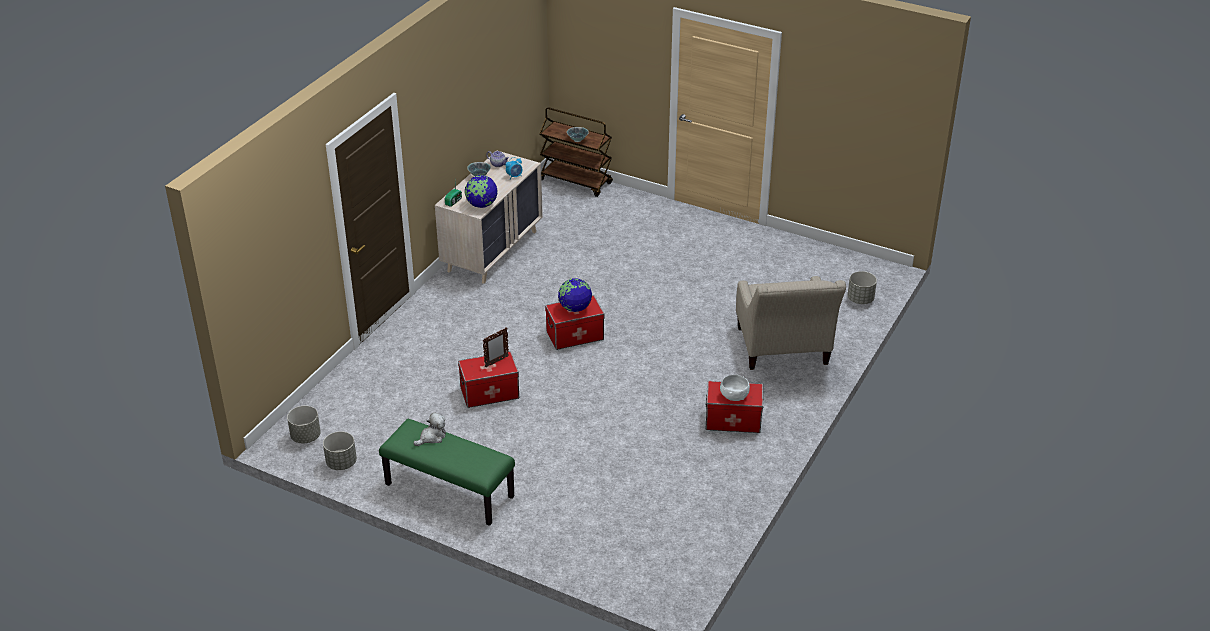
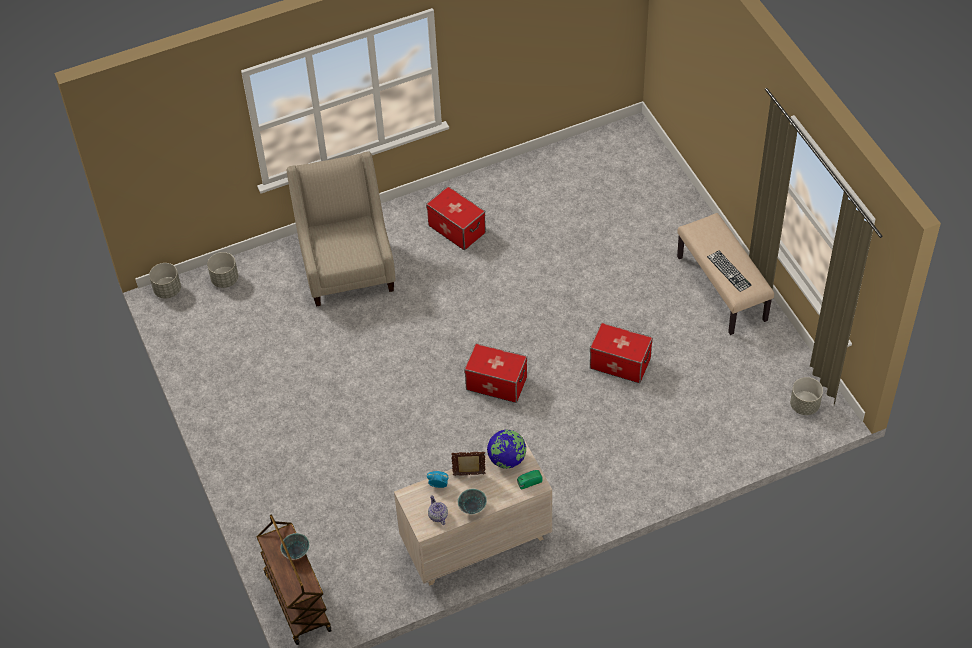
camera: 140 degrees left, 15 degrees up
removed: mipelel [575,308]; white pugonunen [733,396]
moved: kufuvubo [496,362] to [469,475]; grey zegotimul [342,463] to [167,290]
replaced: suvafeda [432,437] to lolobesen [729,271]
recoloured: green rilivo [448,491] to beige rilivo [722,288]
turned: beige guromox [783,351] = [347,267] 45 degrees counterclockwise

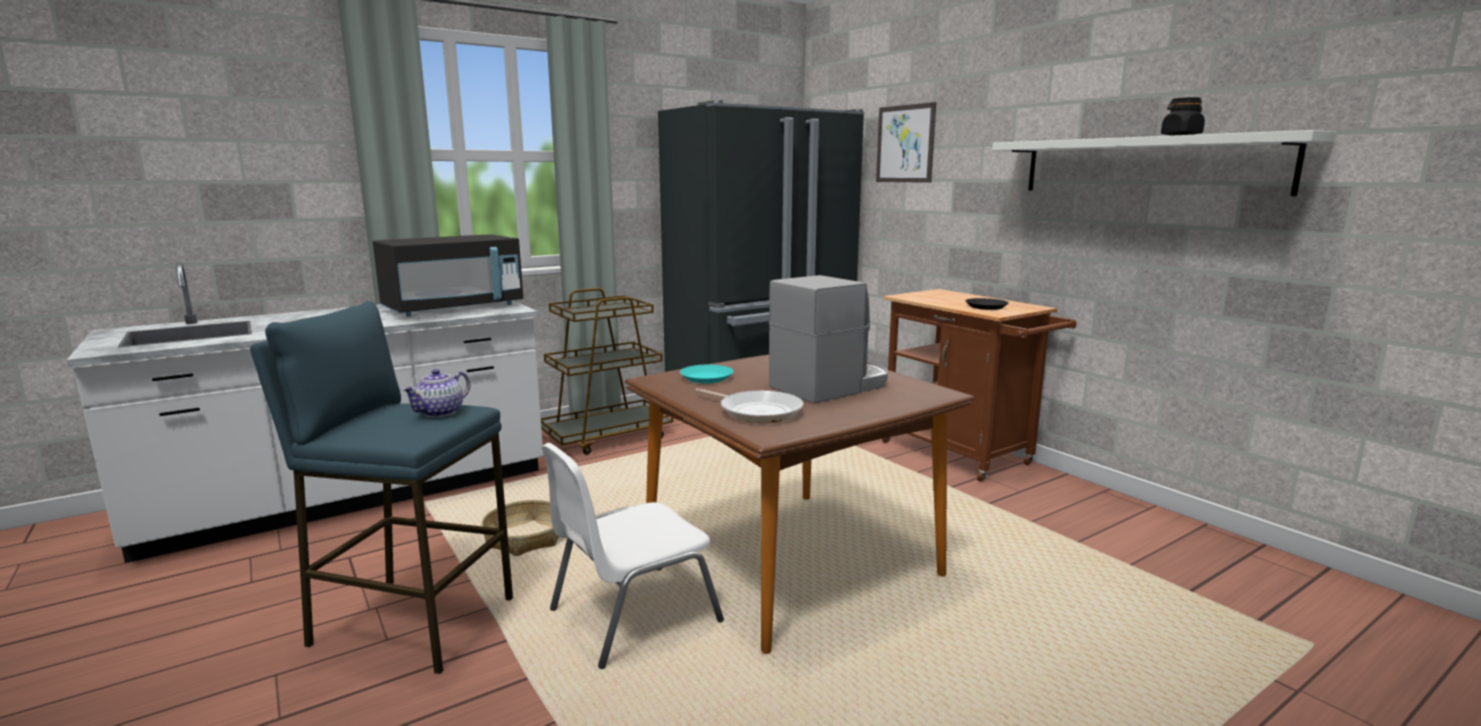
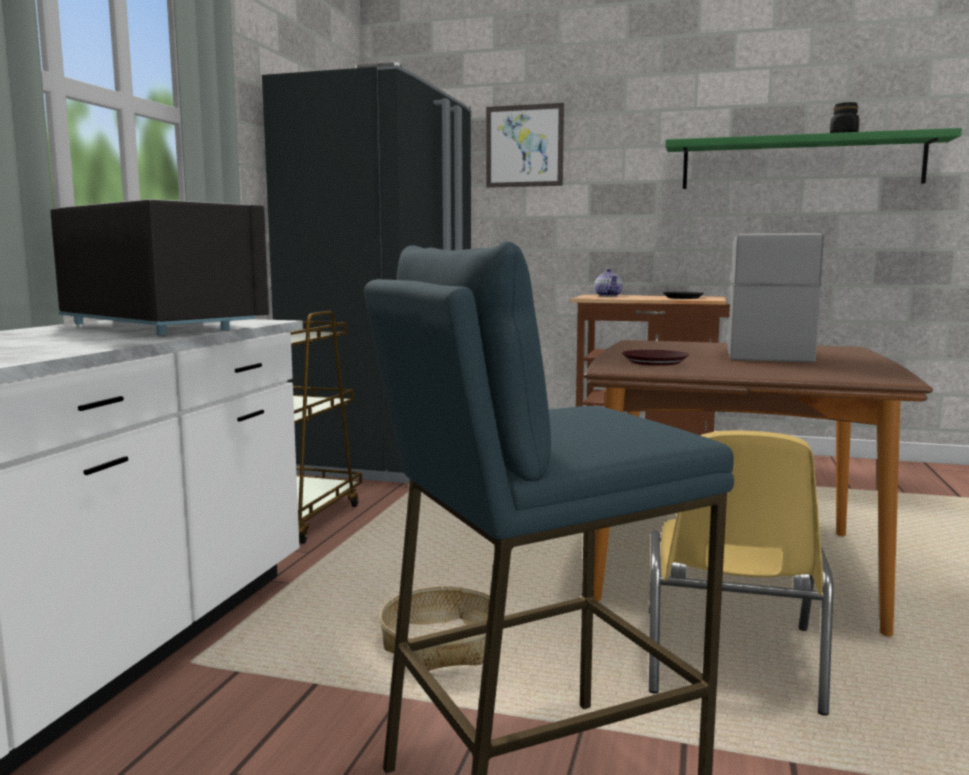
camera: 40 degrees left, 5 degrees down
removed: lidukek [757,411]
moved: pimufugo [441,412] to [608,296]
recoloured: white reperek [1147,166] to green reperek [800,163]; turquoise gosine [706,378] to brown gosine [654,362]; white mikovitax [631,615] to yellow mikovitax [730,660]
turned: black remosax [454,308] = [162,326] 60 degrees counterclockwise

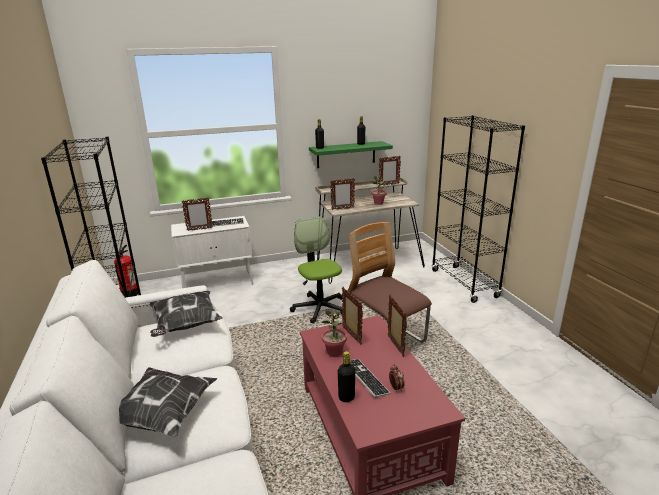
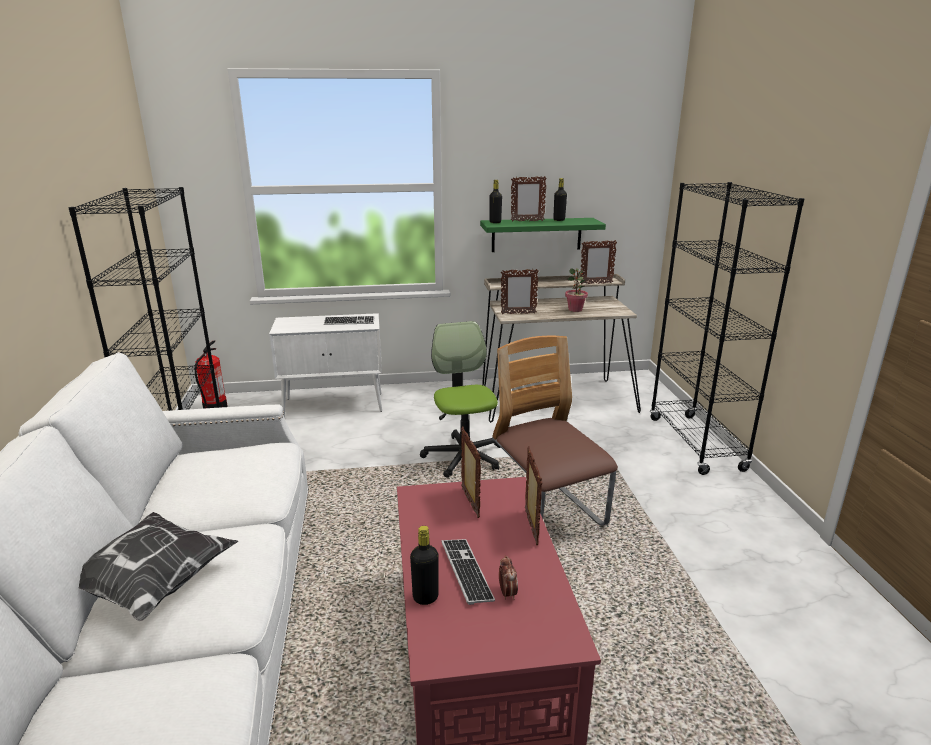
camera: 10 degrees right, 0 degrees up
removed: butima [185,325]; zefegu [334,352]
moved: kufuvubo [199,229] to [527,221]

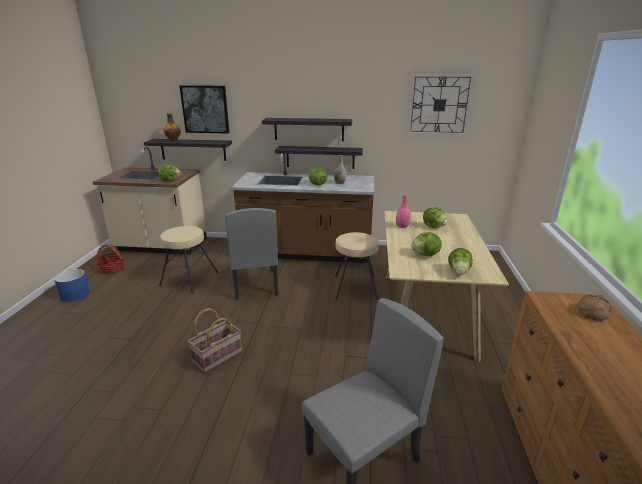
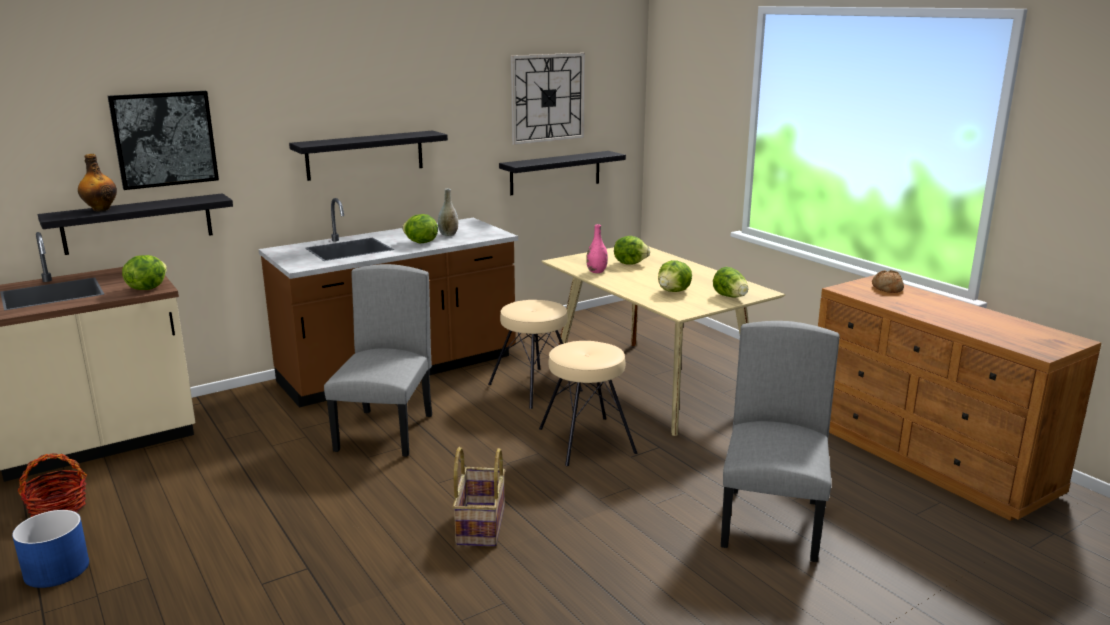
camera: 40 degrees left, 5 degrees down
moved: black reperek [320,157] to [555,172]; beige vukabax [189,279] to [585,441]
turned: grey mikovitax [254,284] = [386,432] 120 degrees counterclockwise

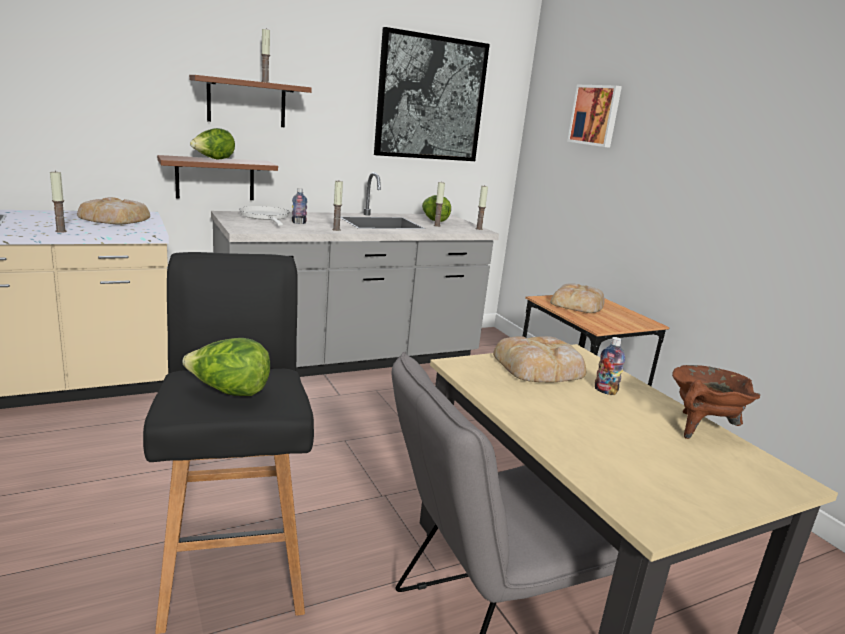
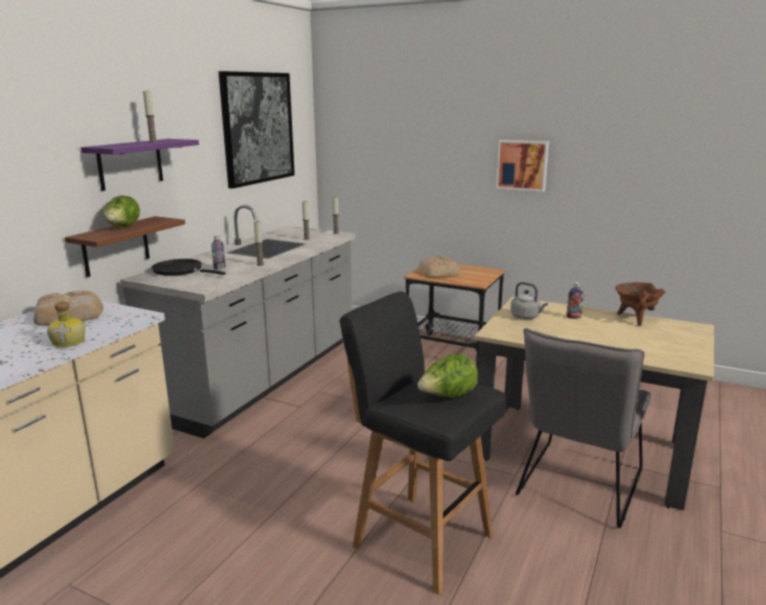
camera: 35 degrees left, 0 degrees up
removed: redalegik [434,220]
moved: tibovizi [595,115] to [522,165]
replaced: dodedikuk [61,231] to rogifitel [69,341]; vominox [540,367] to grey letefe [526,317]
recoloured: brown reperek [246,102] to purple reperek [130,164]; white lidukek [265,217] to black lidukek [181,271]

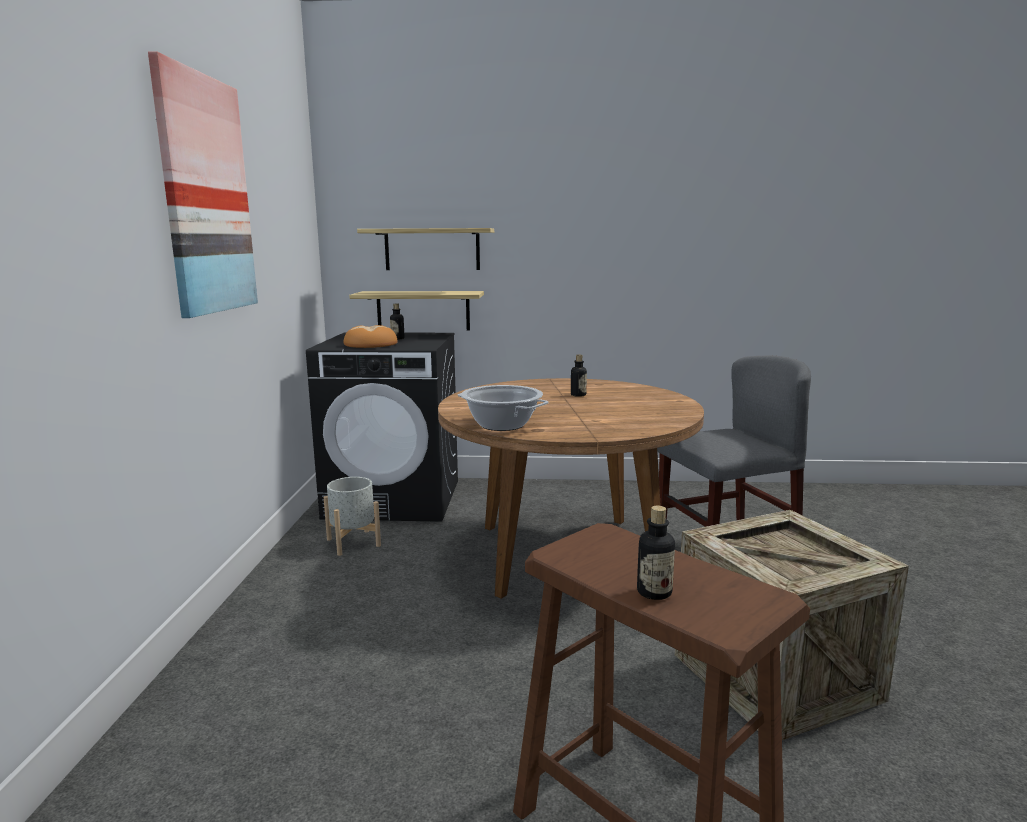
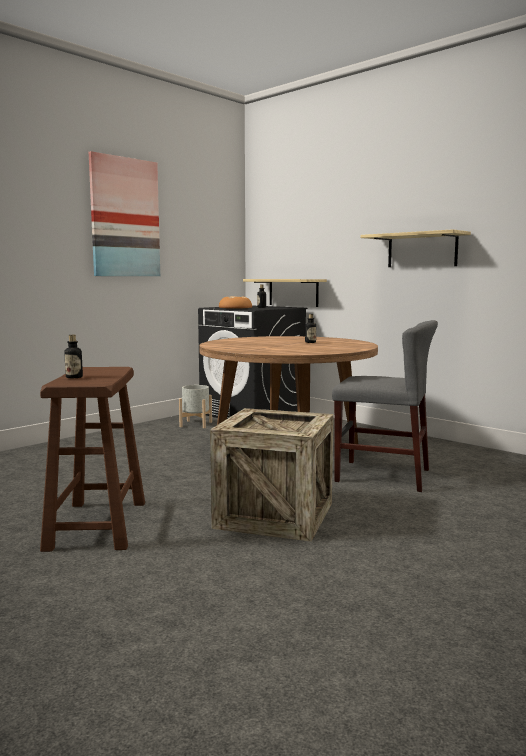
camera: 40 degrees right, 5 degrees down
removed: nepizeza [501,425]
moved: reperek [432,249] to [422,250]

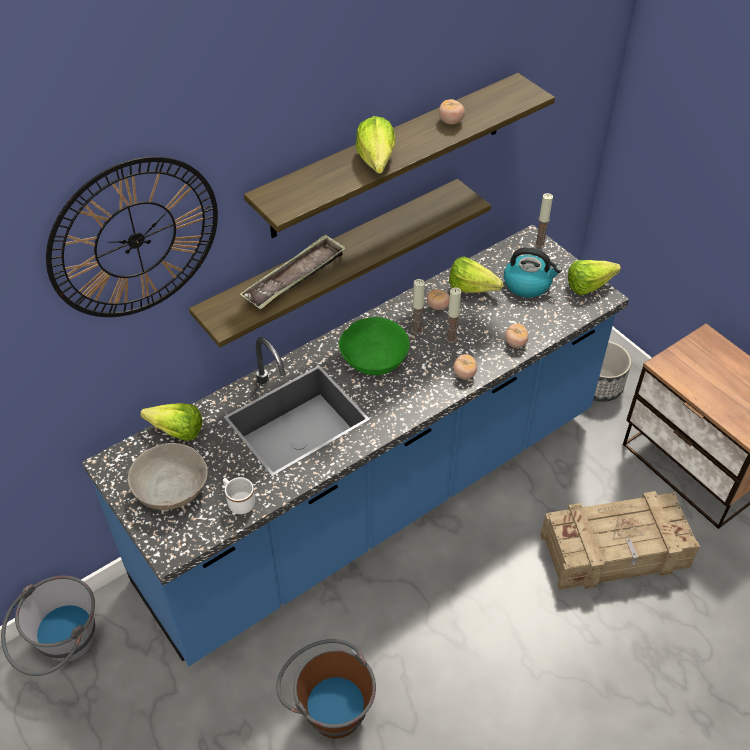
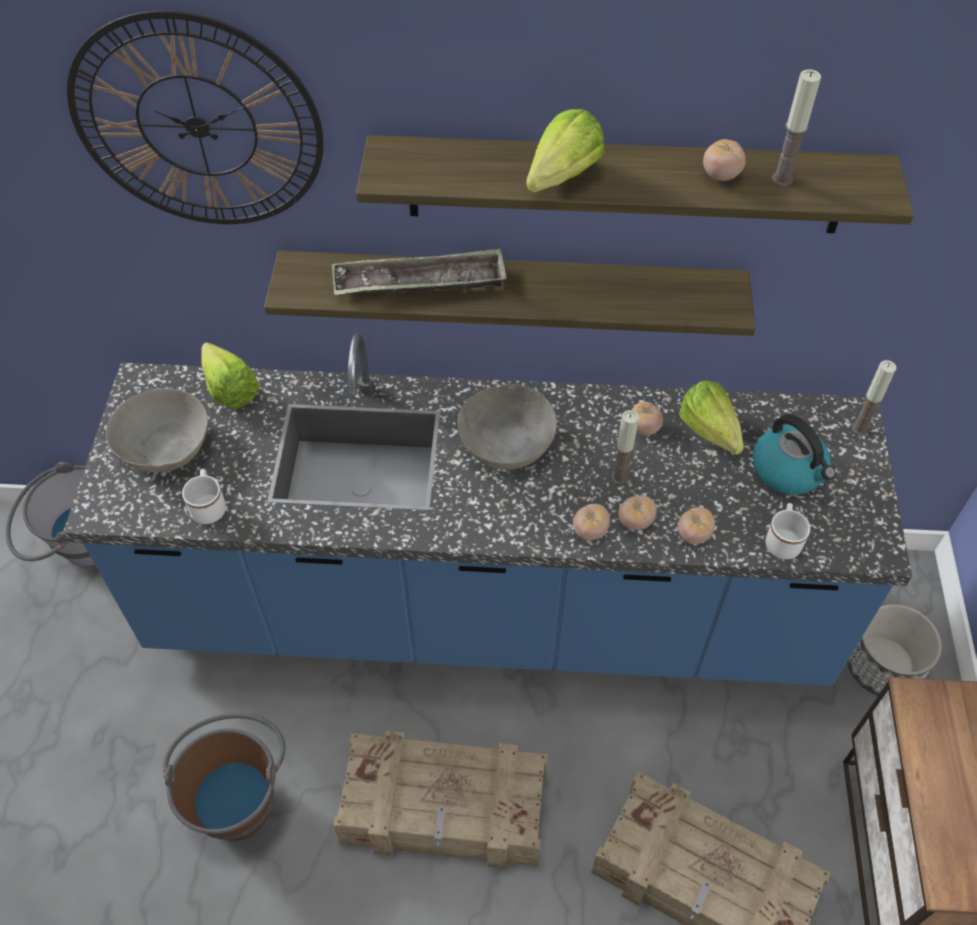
camera: 40 degrees right, 5 degrees up
removed: redalegik [593,286]
added: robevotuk [635,521]; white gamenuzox [783,540]; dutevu [445,811]
moved: dodedikuk [417,330] to [782,179]
recoloured: green pugonunen [374,359] to grey pugonunen [506,443]

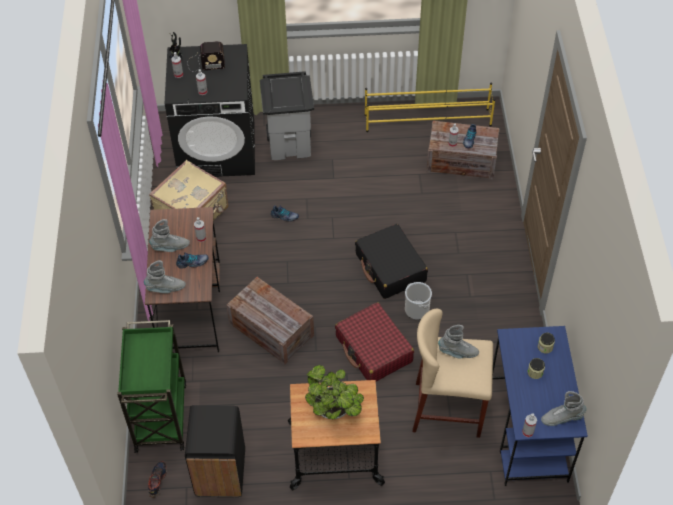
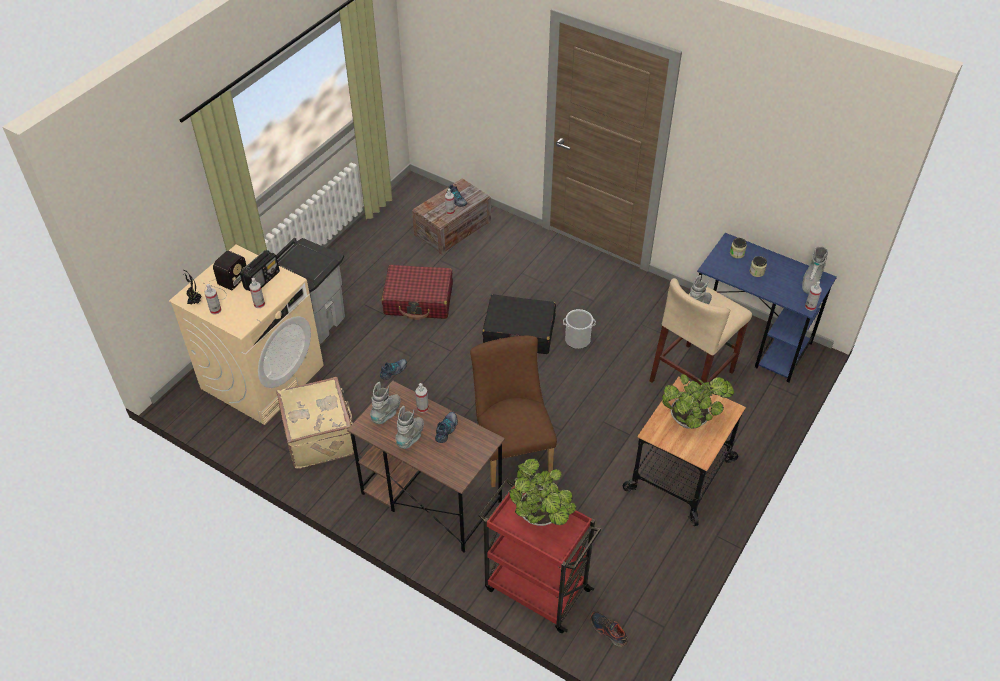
camera: 55 degrees left, 5 degrees down
removed: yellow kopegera [428,120]; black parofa [220,474]
added: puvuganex [262,280]; zefegu [541,518]
moved: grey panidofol [166,288] to [387,413]; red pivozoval [374,349] to [418,300]
replaced: dutevu [271,330] to brown mikovitax [512,449]
recoloured: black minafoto [217,149] to beige minafoto [263,376]; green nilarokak [161,415] to red nilarokak [535,588]

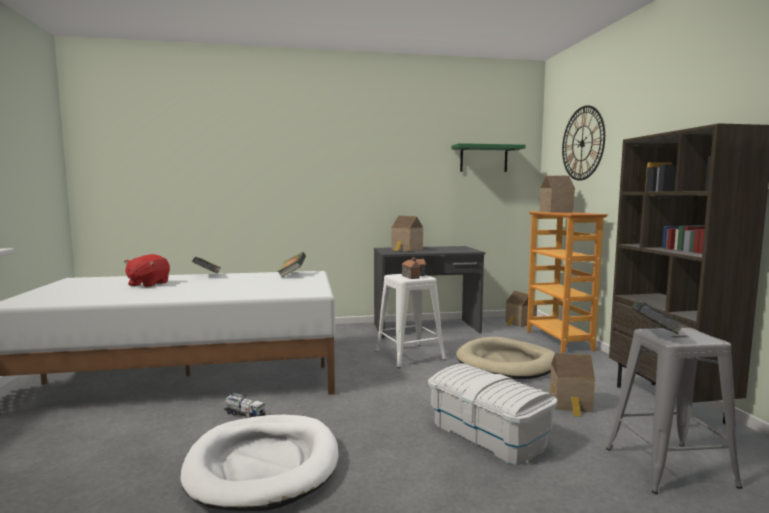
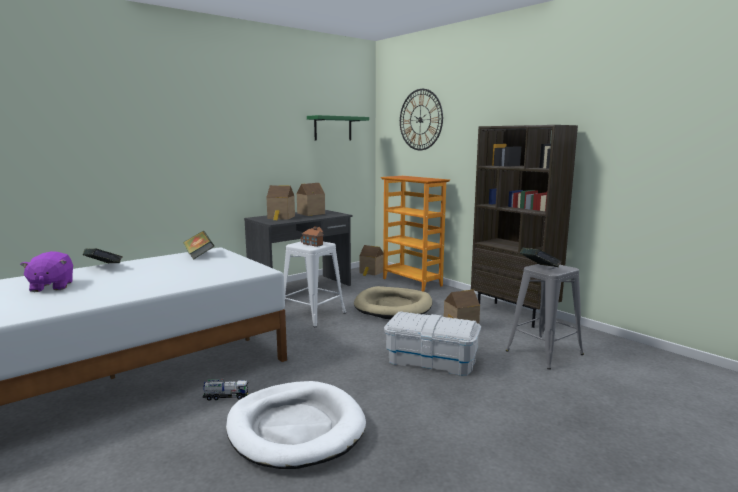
camera: 30 degrees left, 5 degrees up
moved: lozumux [554,212] to [310,213]
recoloured: red suvafeda [148,284] to purple suvafeda [51,287]

